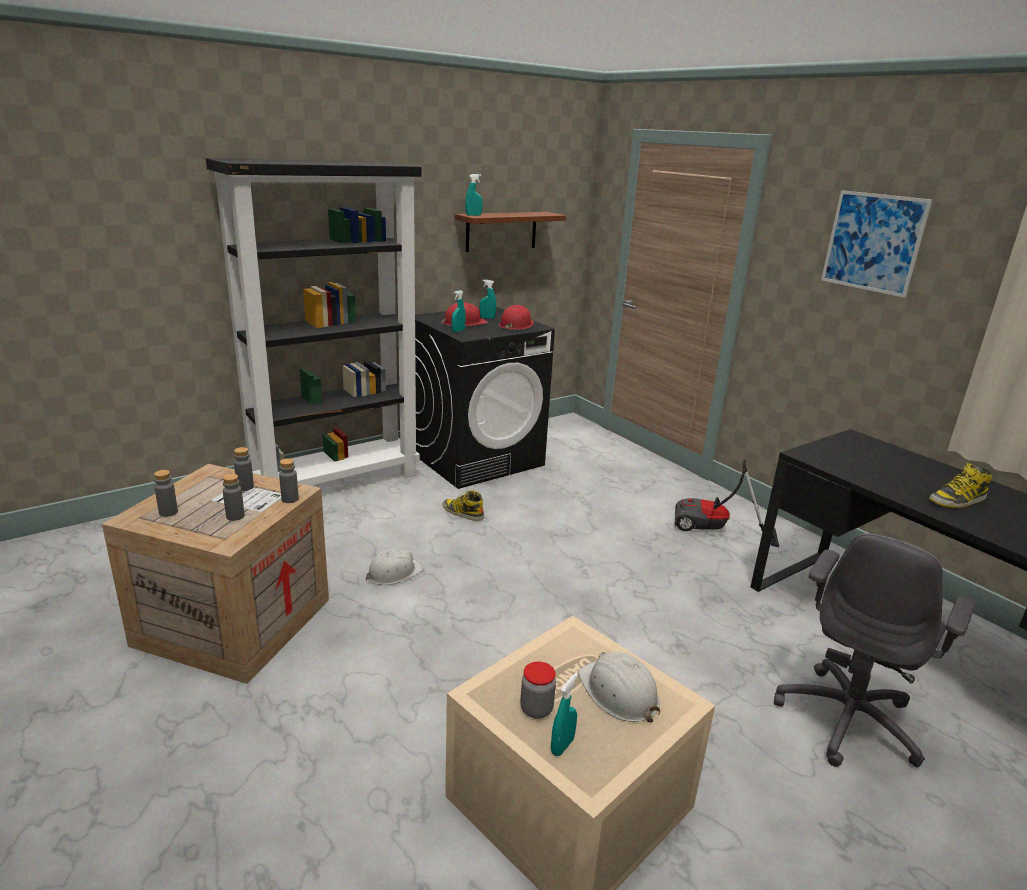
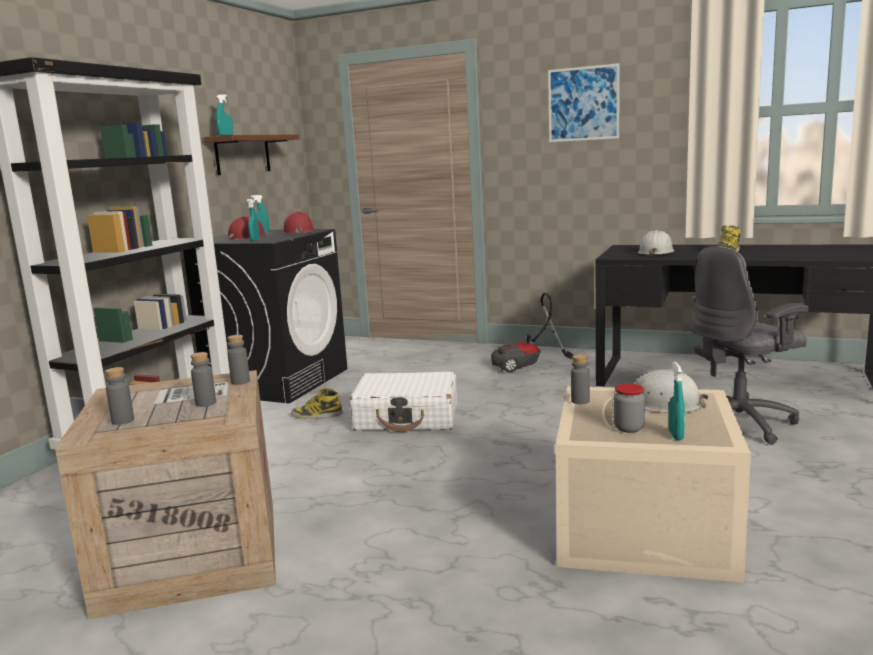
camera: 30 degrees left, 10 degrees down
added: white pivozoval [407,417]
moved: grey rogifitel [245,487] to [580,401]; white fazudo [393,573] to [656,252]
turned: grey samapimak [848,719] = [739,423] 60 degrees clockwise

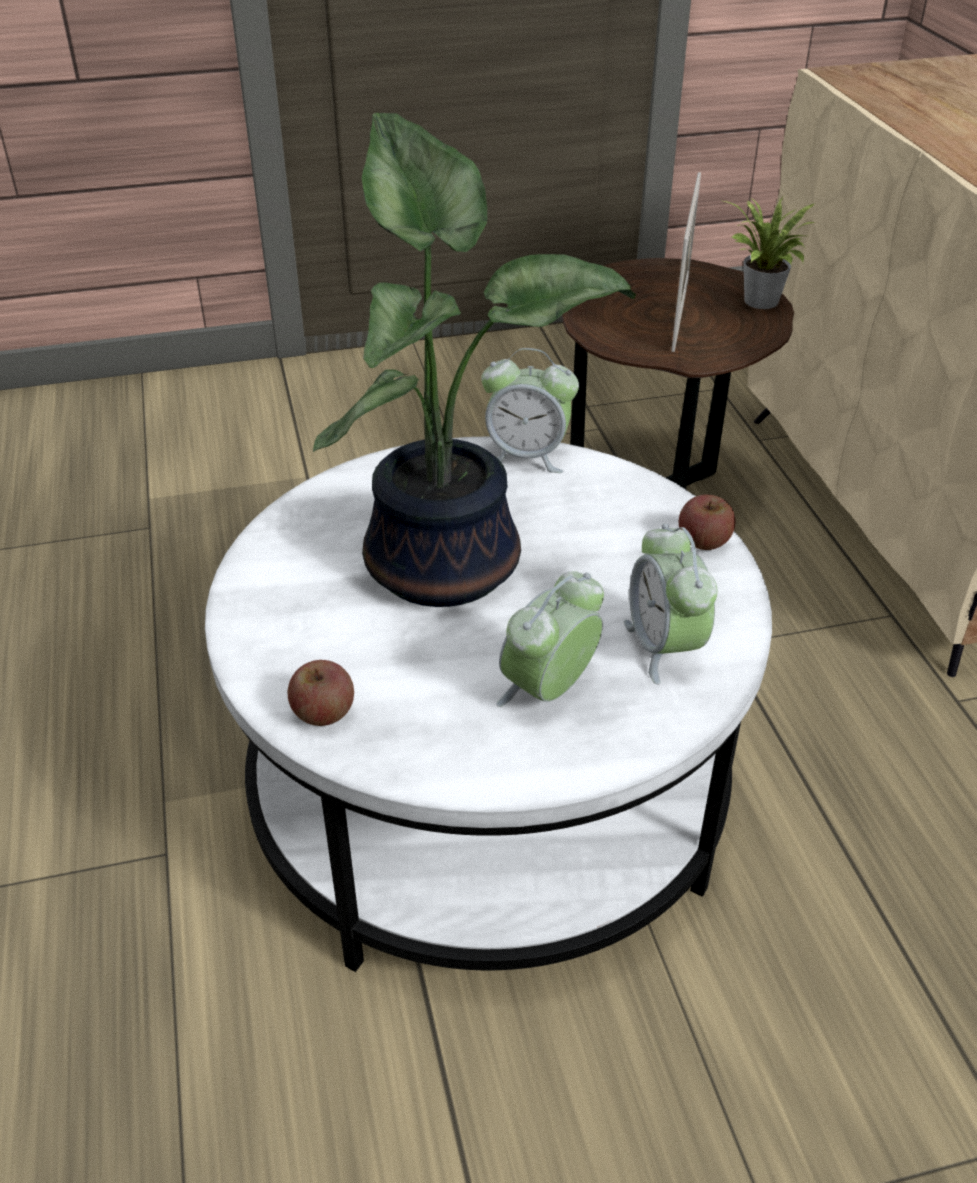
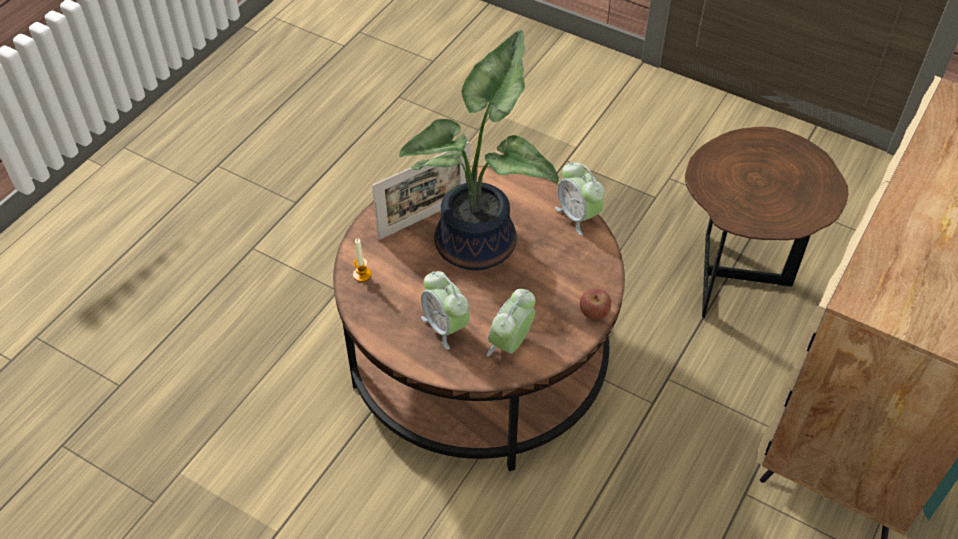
camera: 45 degrees right, 10 degrees up
removed: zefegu [760,303]
moved: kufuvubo [680,313] to [424,217]
replaced: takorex [323,712] to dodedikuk [362,274]
recoloured: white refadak [489,790] to brown refadak [479,360]
turned: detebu [549,690] = [445,327] 120 degrees counterclockwise

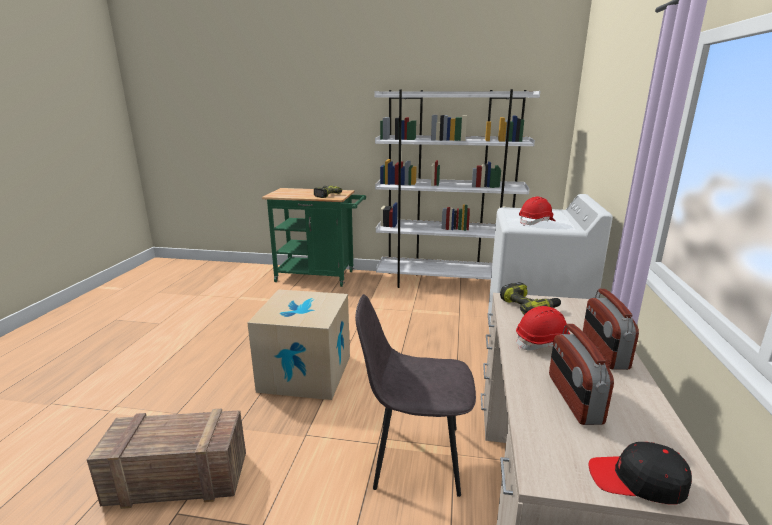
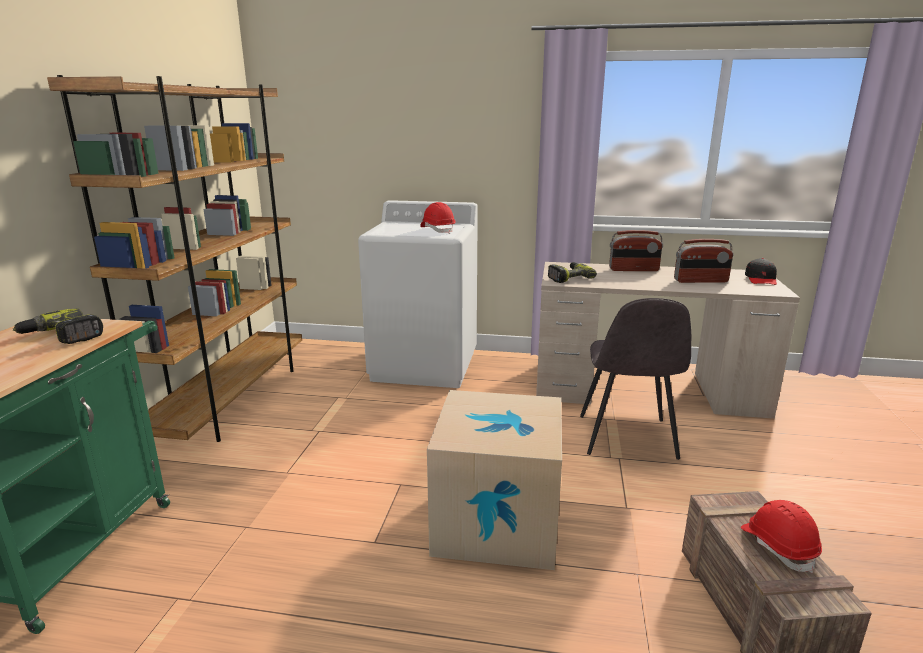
camera: 90 degrees left, 0 degrees up
moved: red fazudo [544,343] to [778,546]
recoloured: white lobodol [446,283] to brown lobodol [232,399]

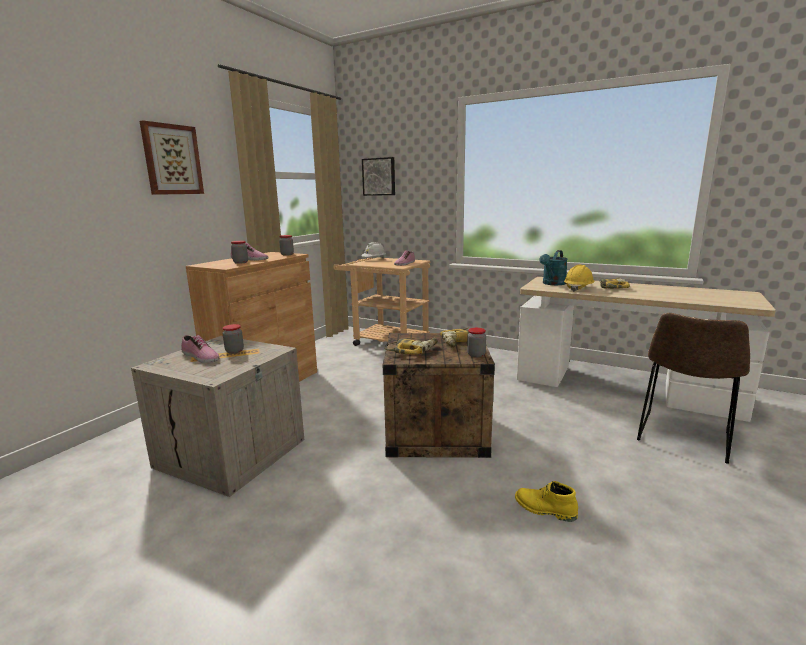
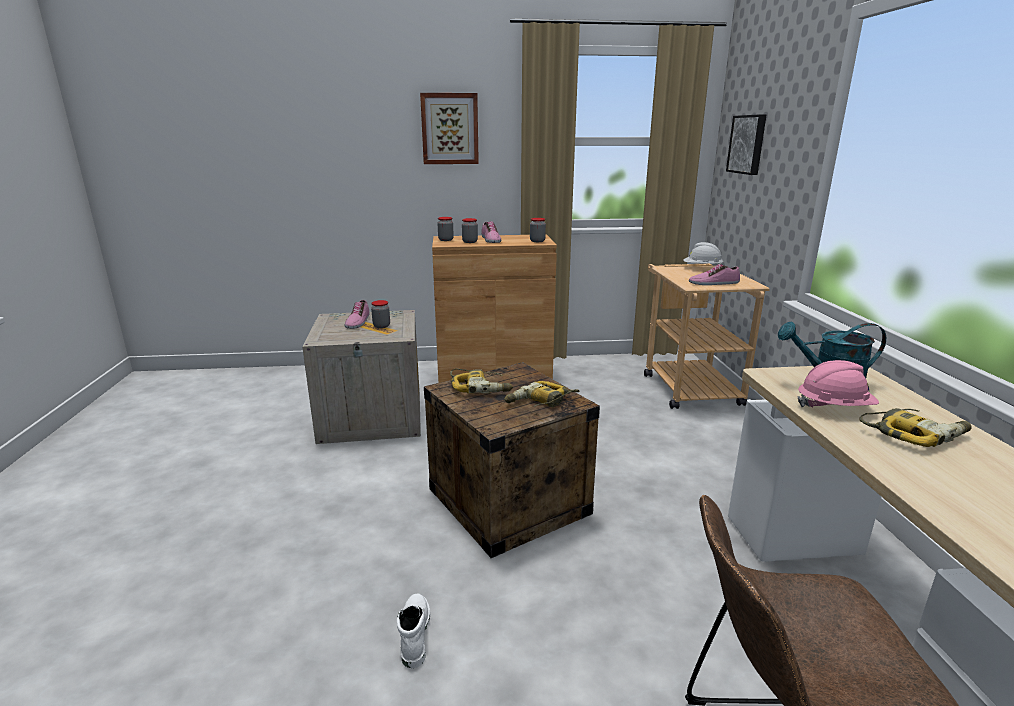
camera: 55 degrees right, 5 degrees up
moved: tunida [476,355] to [445,240]
recoloured: yellow fazudo [578,289] to pink fazudo [834,407]; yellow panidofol [544,509] to white panidofol [413,634]

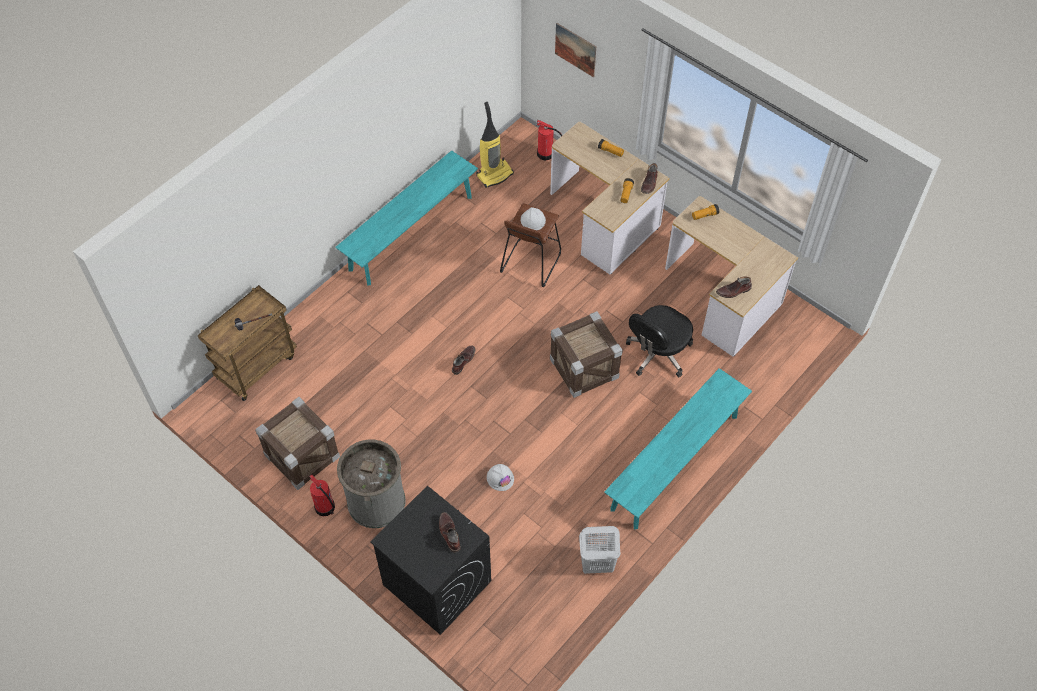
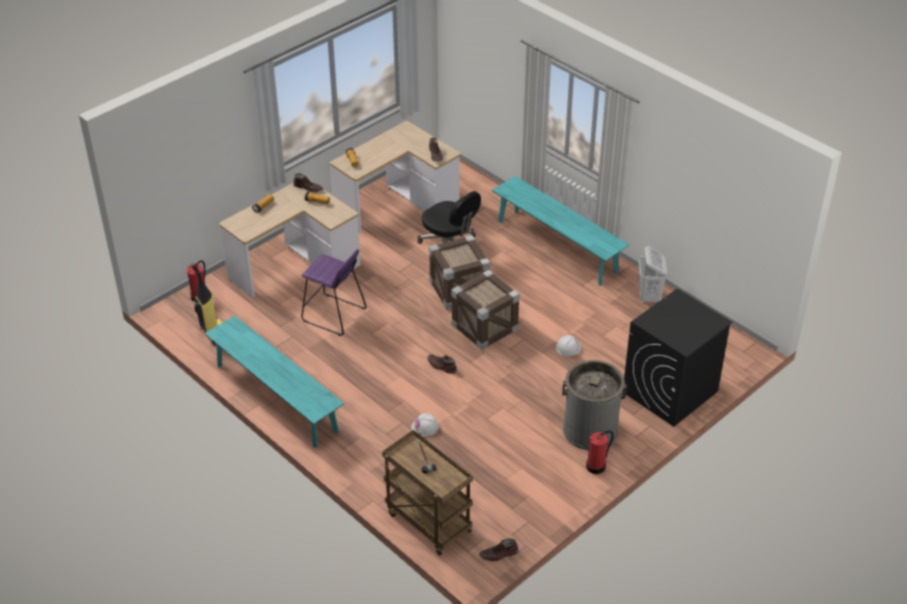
camera: 85 degrees left, 15 degrees down
removed: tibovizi [575,49]
moved: white fazudo [533,220] to [425,427]; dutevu [302,456] to [484,327]; brown panidofol [449,534] to [499,554]
recoloured: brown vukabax [530,262] to purple vukabax [333,315]

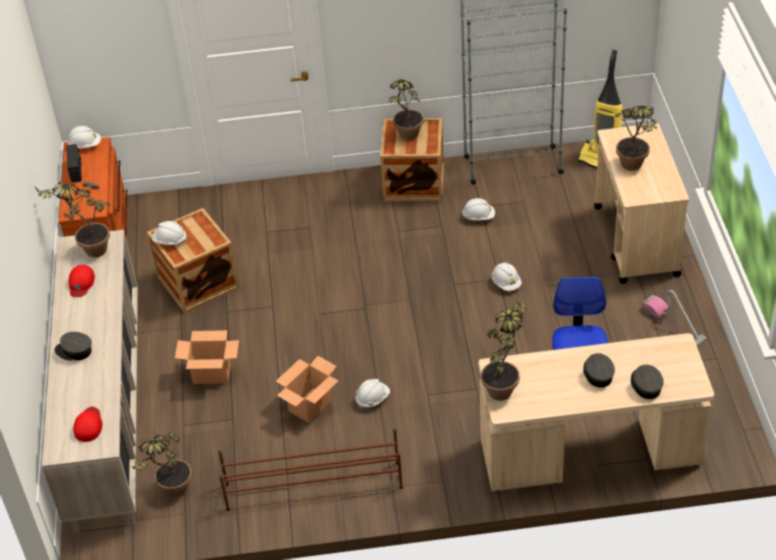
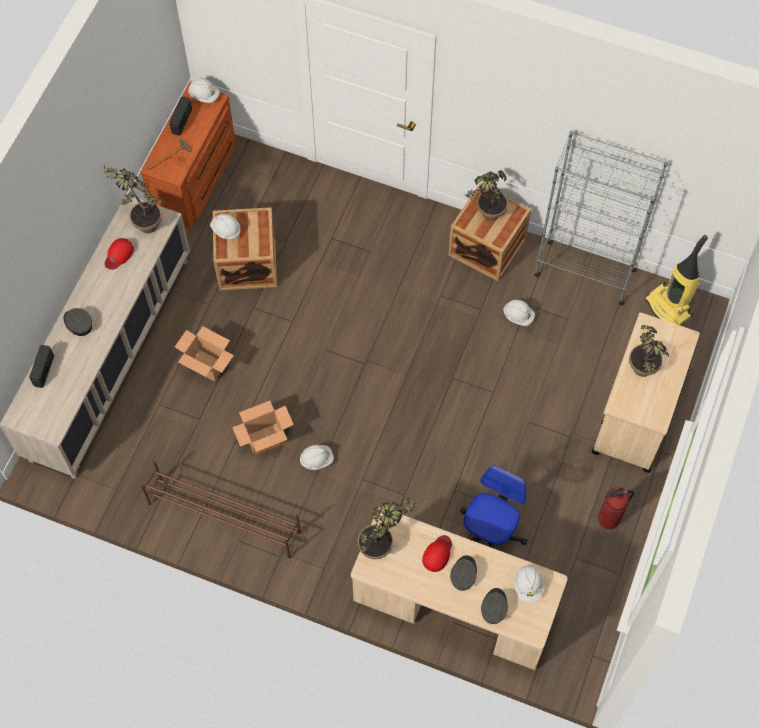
camera: 25 degrees right, 20 degrees up
removed: zefegu [171,494]
added: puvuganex [44,370]
moved: white fazudo [506,283] to [528,585]; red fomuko [88,425] to [437,554]
replaced: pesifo [673,323] to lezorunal [609,519]

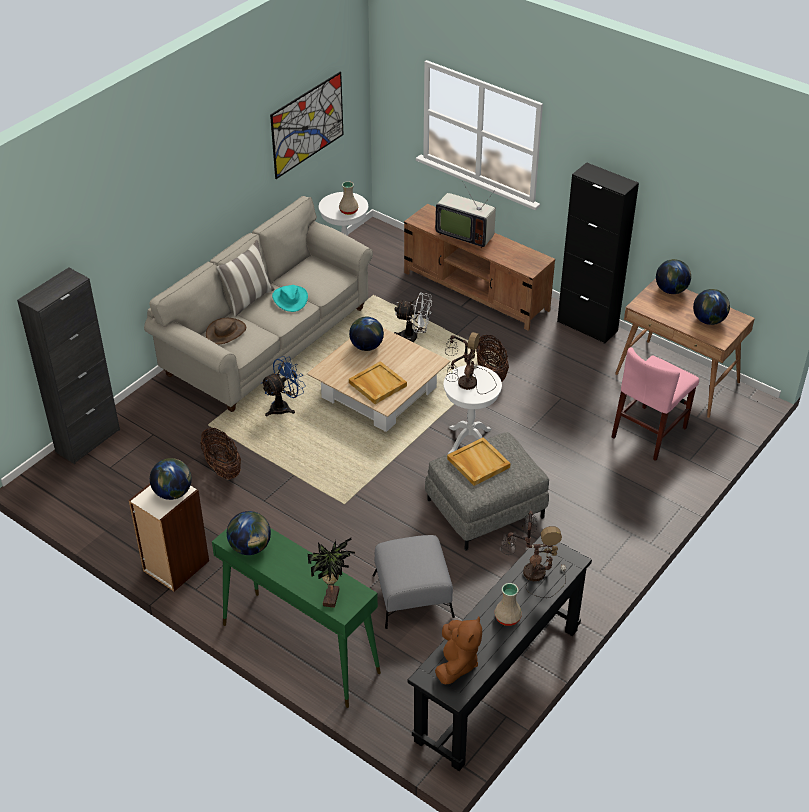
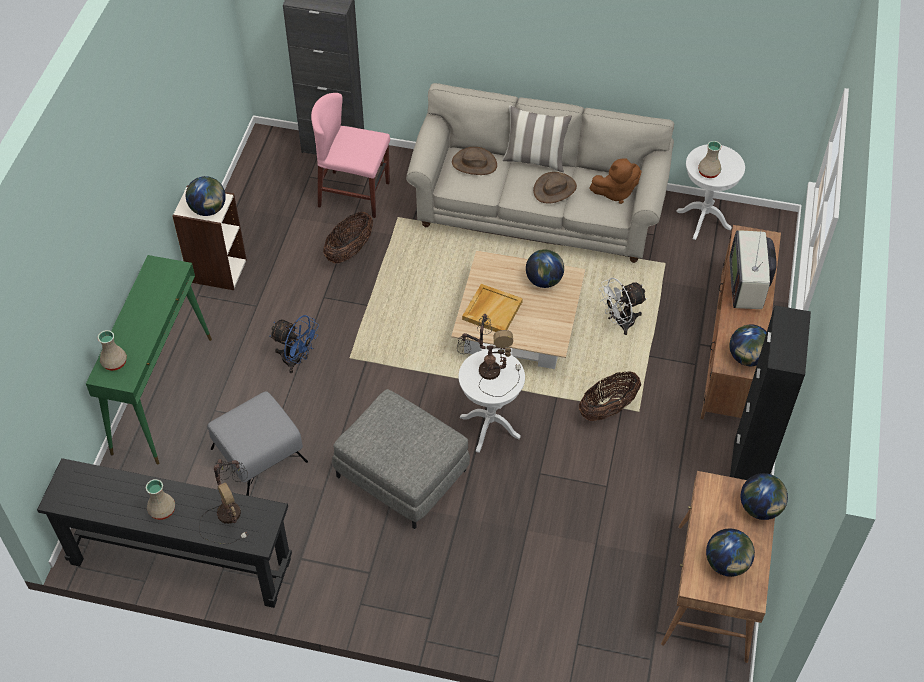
camera: 65 degrees right, 10 degrees up
removed: tibovizi [307,124]; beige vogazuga [477,463]
moved: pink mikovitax [649,432] to [354,194]; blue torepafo [284,407] to [297,360]; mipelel [250,547] to [747,358]; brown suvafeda [457,663] to [615,192]
replaced: zefegu [333,597] to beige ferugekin [114,363]
recoloured: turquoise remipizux [290,299] to brown remipizux [554,189]
turned: white torepafo [414,338] = [620,323] 75 degrees clockwise

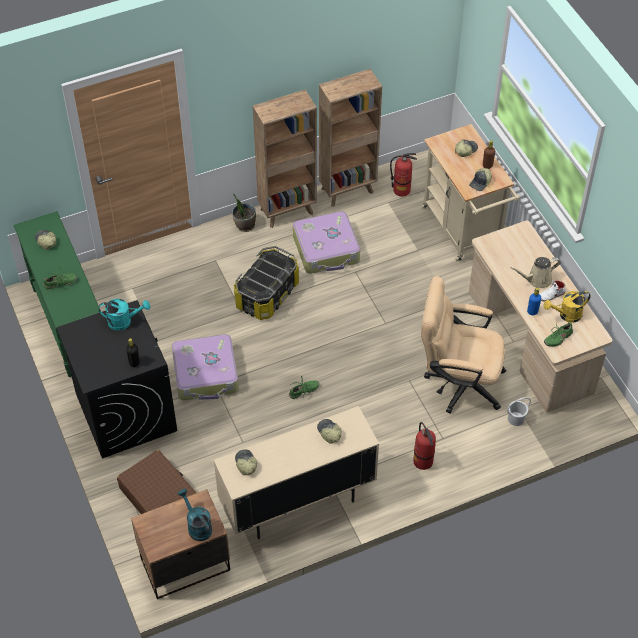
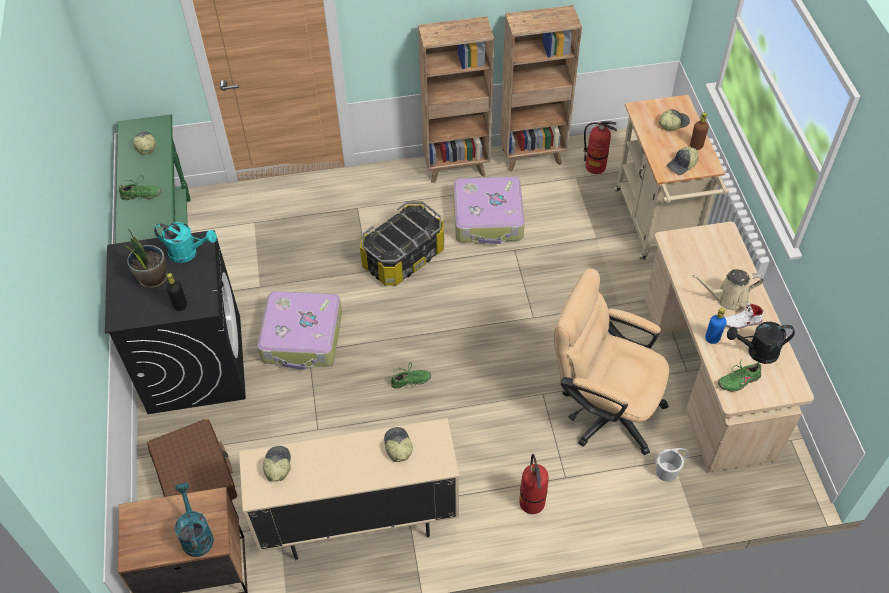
camera: 15 degrees right, 0 degrees up
moved: zefegu [244,225] to [153,278]
recoloured: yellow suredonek [566,315] to black suredonek [757,352]

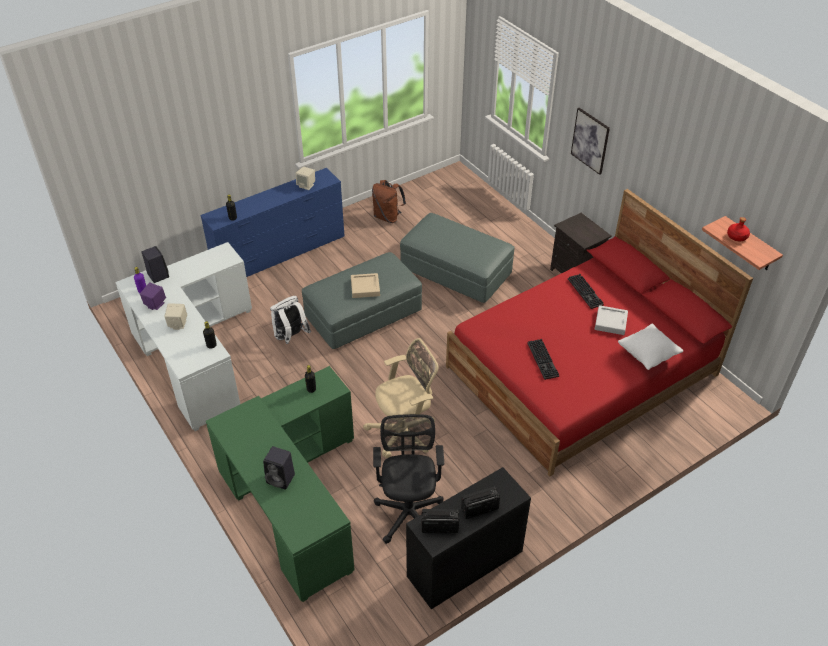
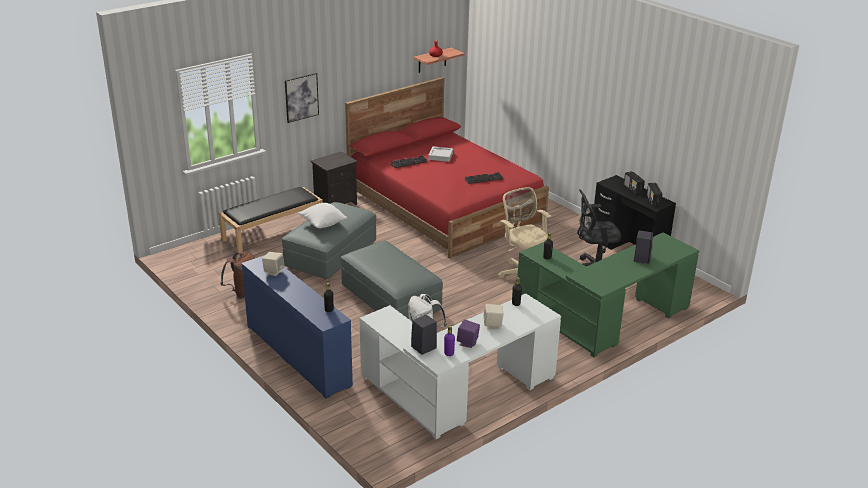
camera: 95 degrees left, 15 degrees down
removed: beige vogazuga [365,288]
added: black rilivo [273,232]
moved: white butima [647,355] to [323,224]

